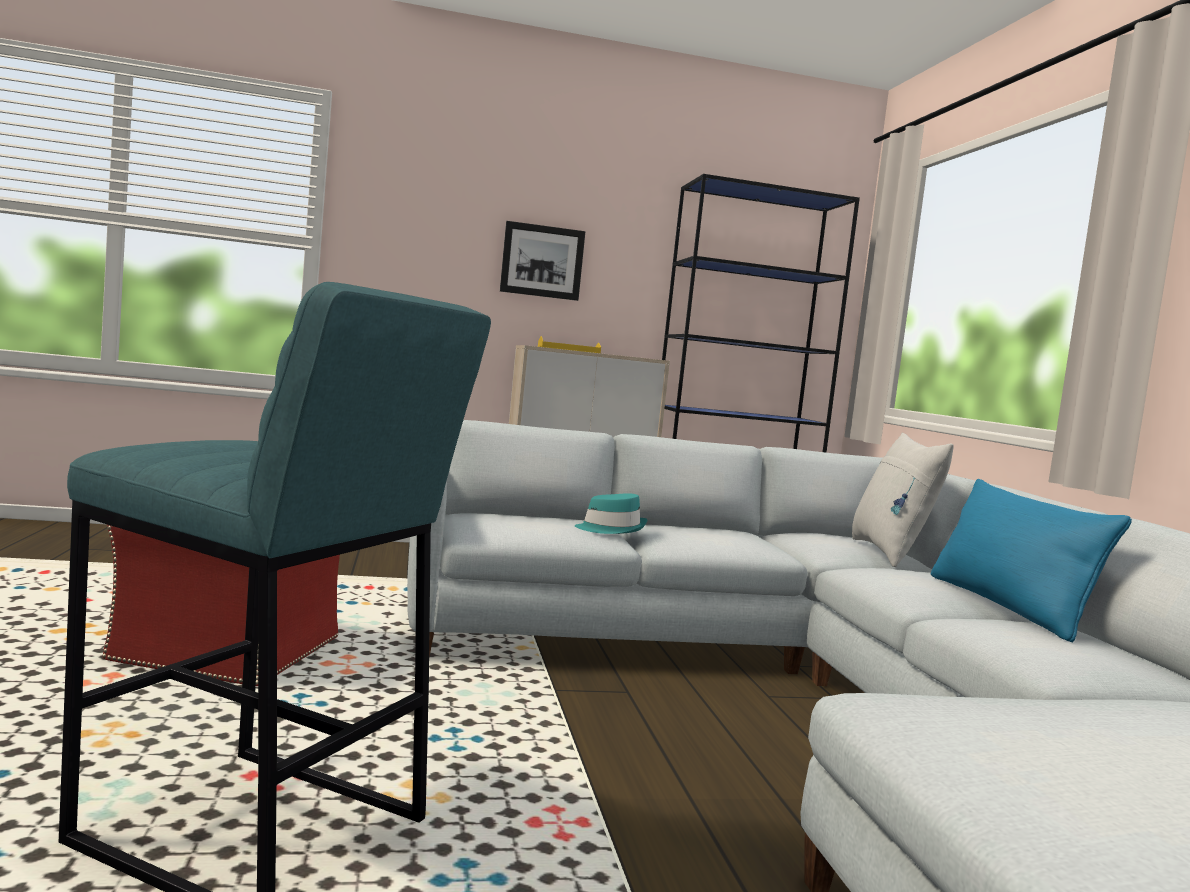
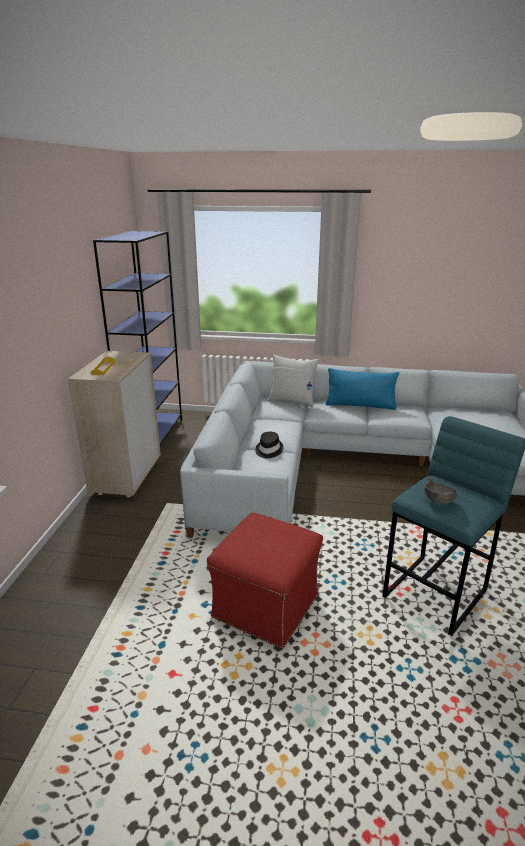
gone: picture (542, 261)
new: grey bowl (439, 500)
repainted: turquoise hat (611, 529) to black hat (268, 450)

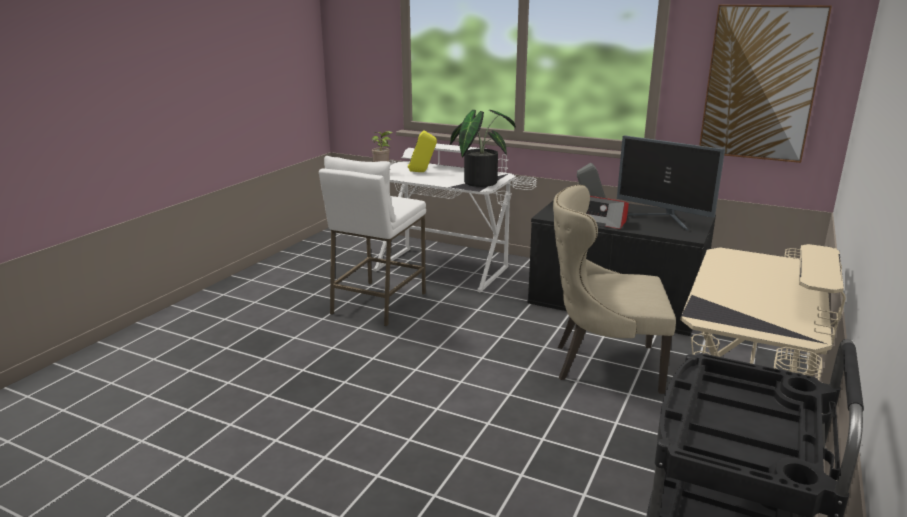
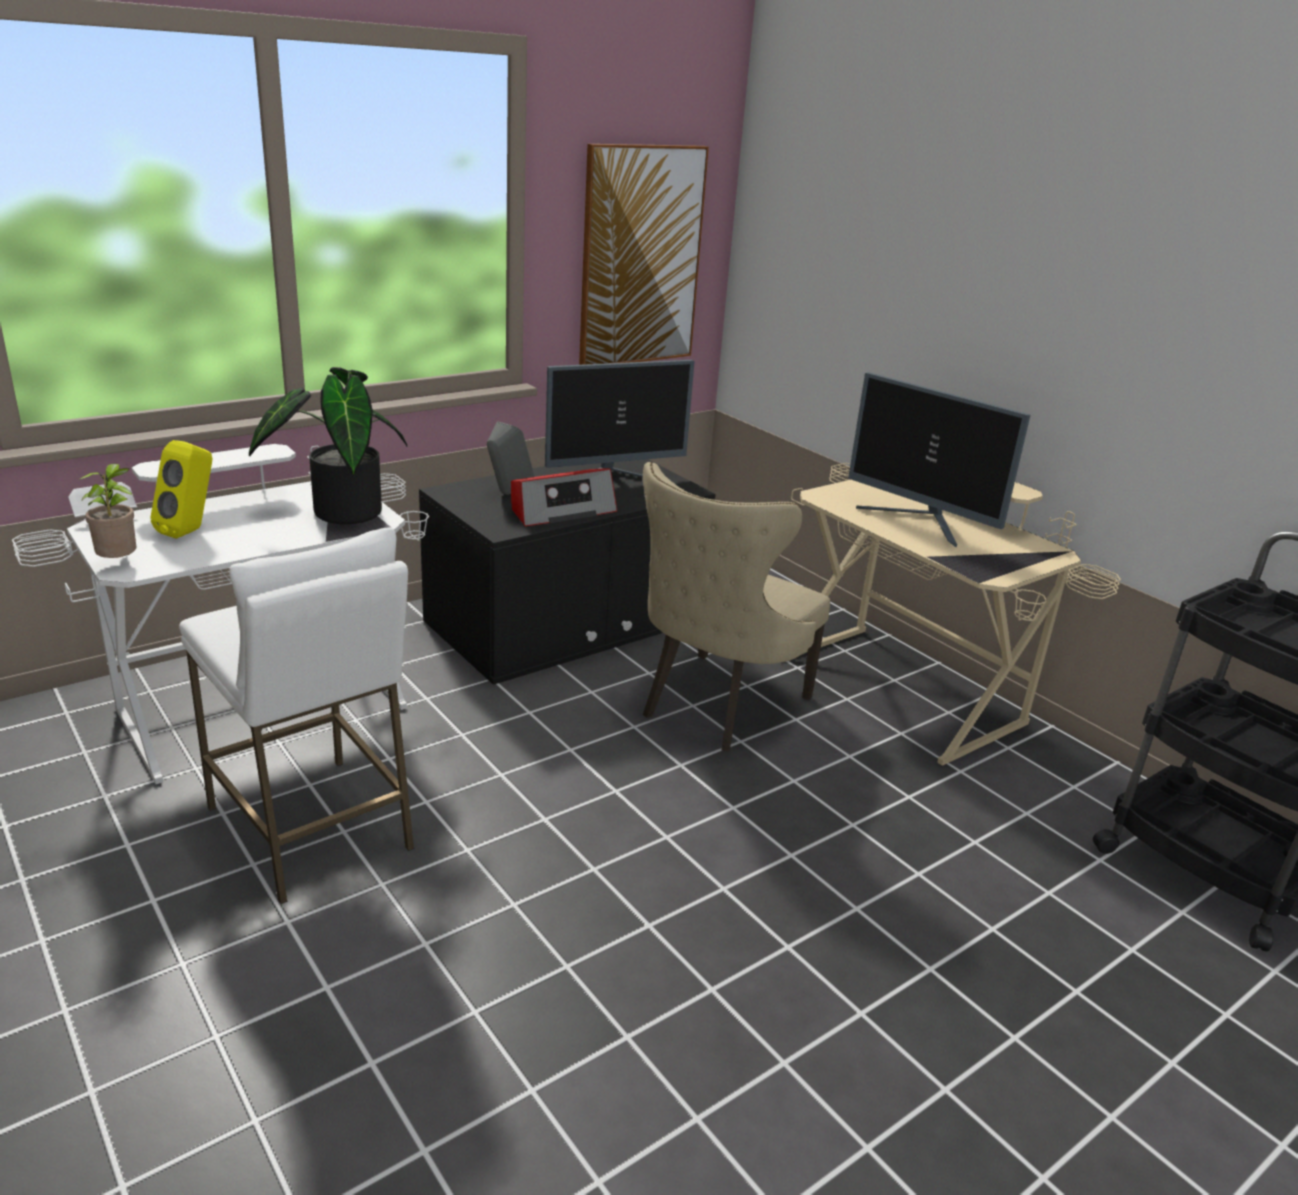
new: monitor (921, 523)

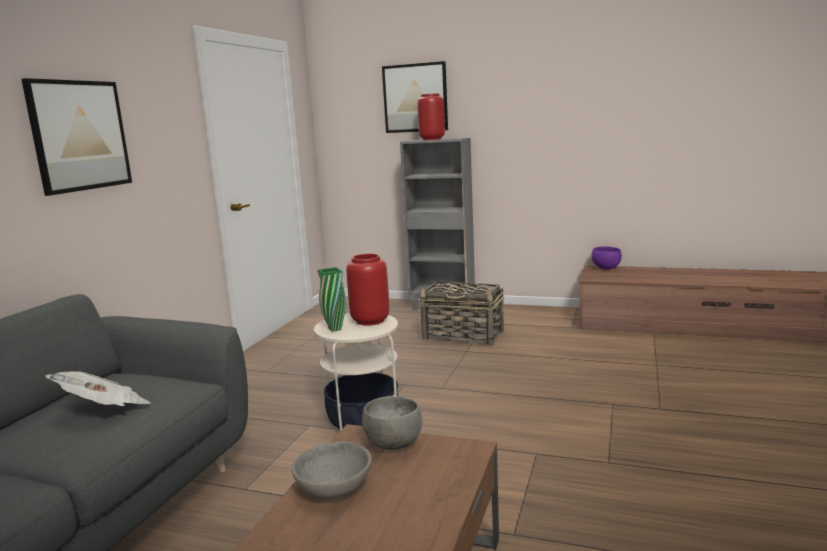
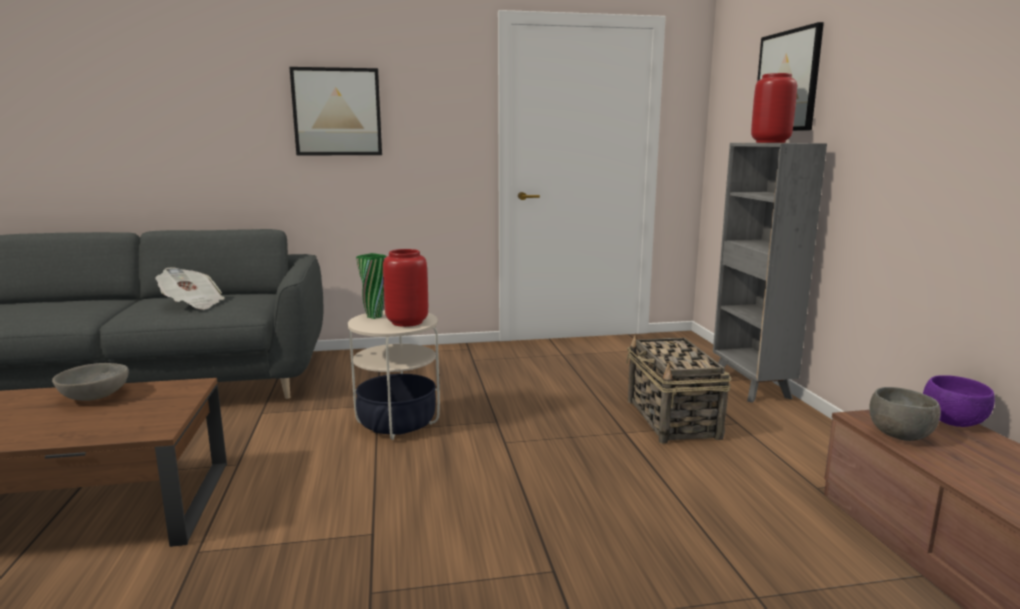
shifted: grey bowl (394, 445) to (900, 436)

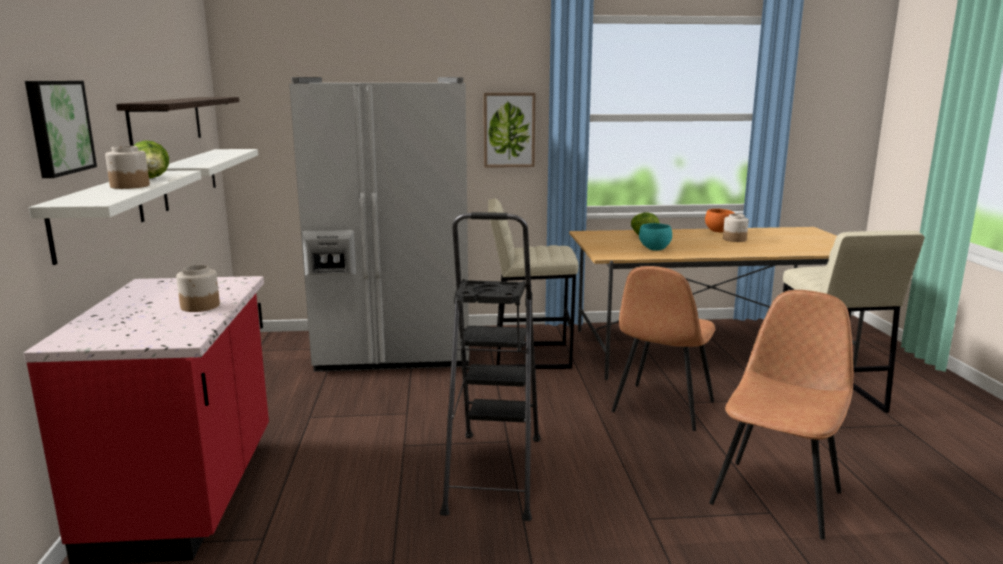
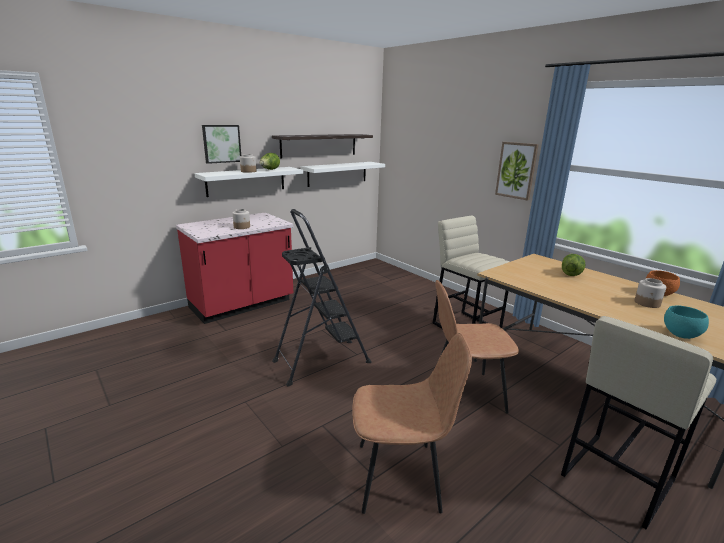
gone: white fridge (395, 350)
shifted: turquoise bowl (654, 249) to (680, 335)

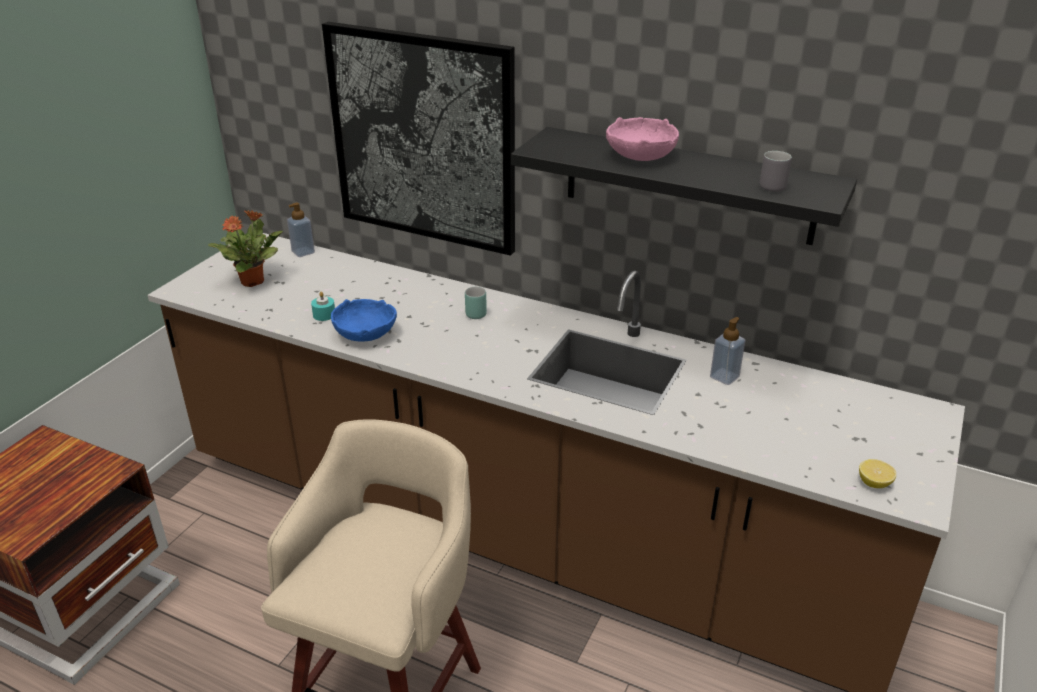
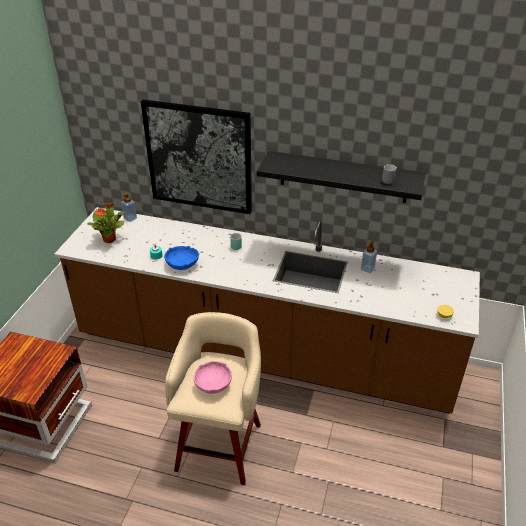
shifted: pink bowl (641, 156) to (214, 384)

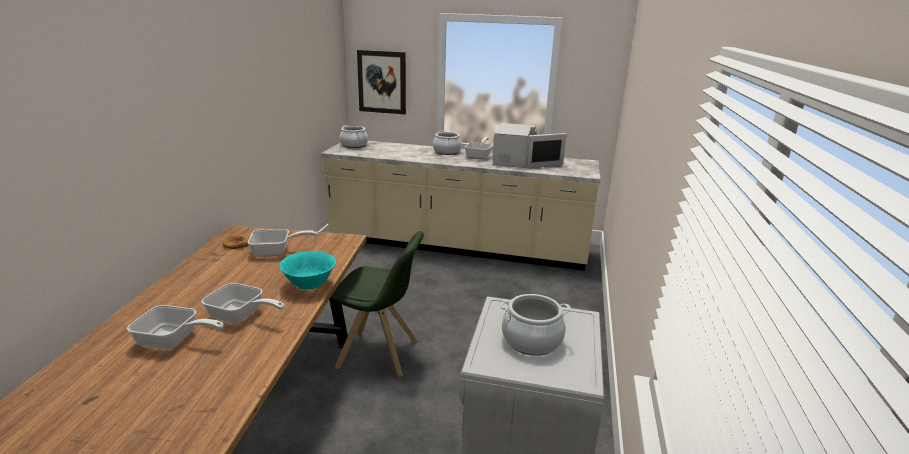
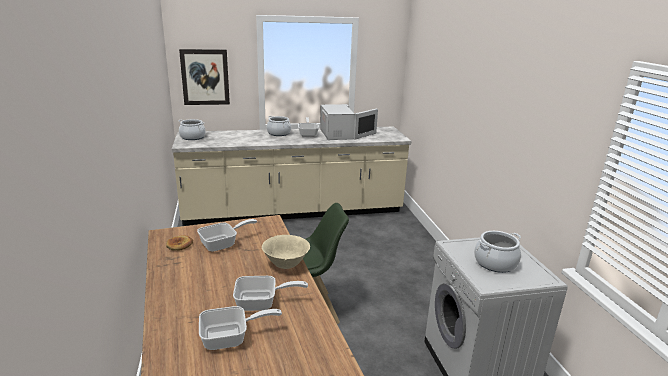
repainted: turquoise bowl (310, 286) to beige bowl (286, 265)

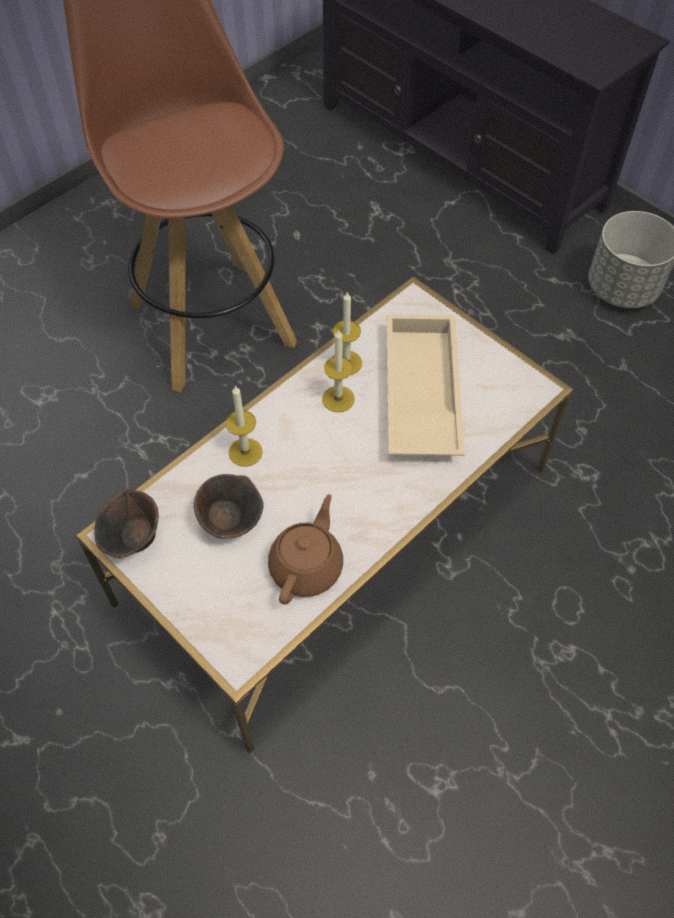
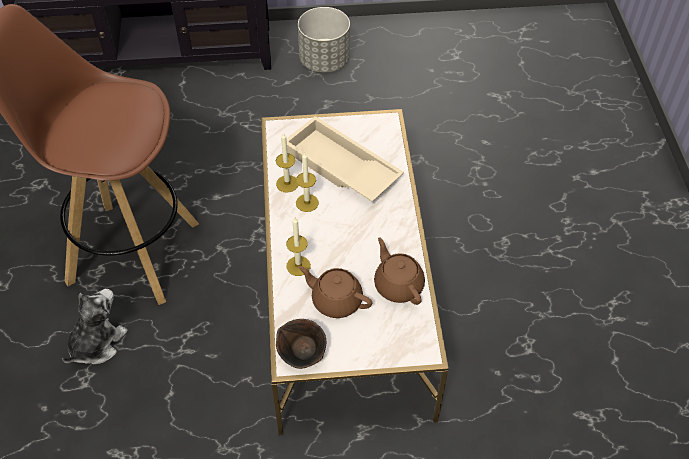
new: plush toy (97, 343)
swapped: brown bowl (231, 520) to brown teapot (336, 300)

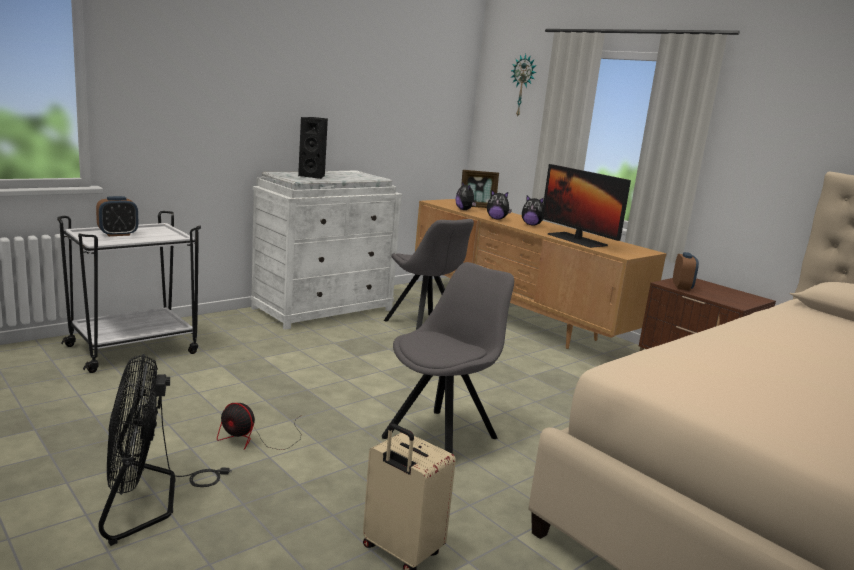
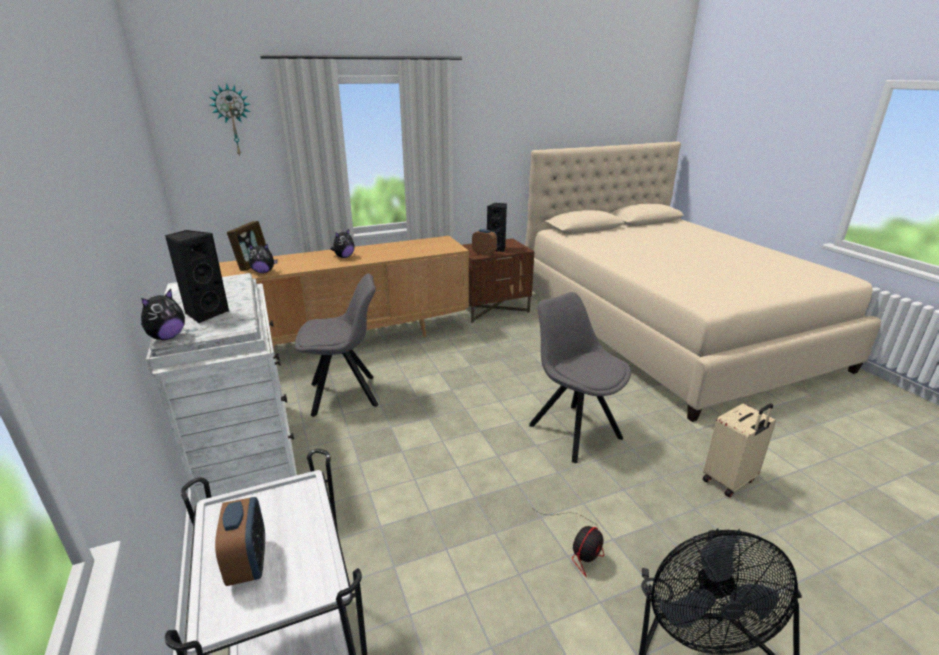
gone: monitor (576, 240)
new: black speaker (497, 249)
shifted: plush toy (496, 219) to (167, 337)

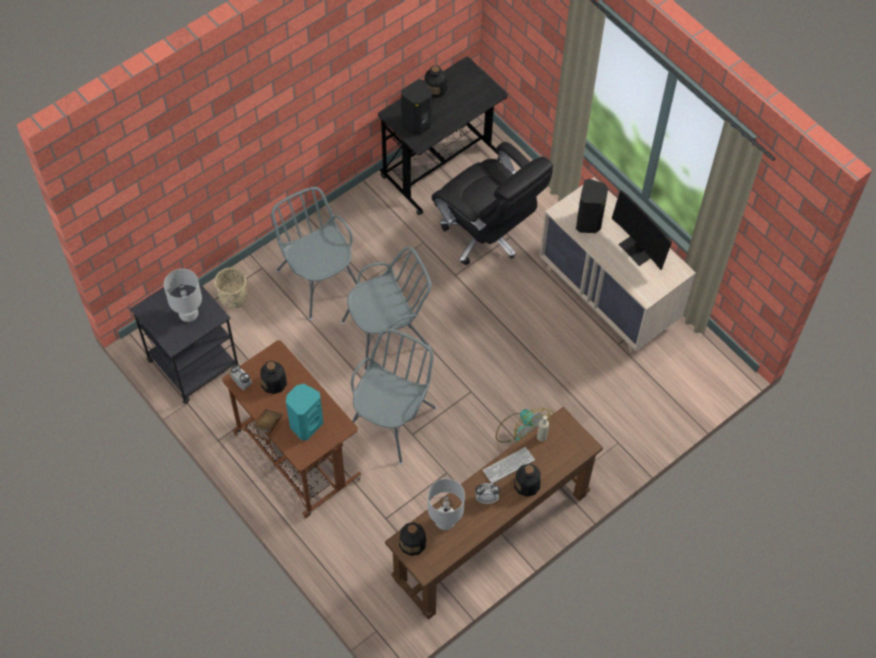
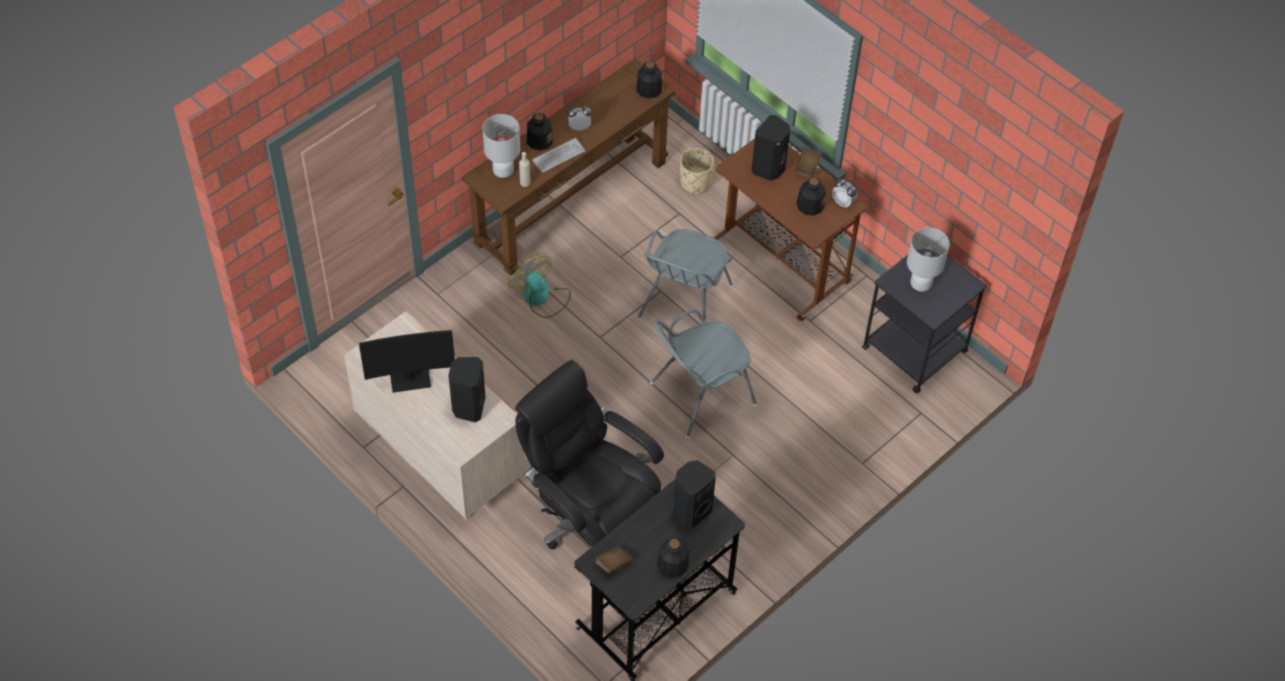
gone: grey chair (318, 278)
new: brown book (613, 564)
shifted: beige planter (233, 297) to (695, 183); grey table lamp (445, 520) to (502, 169)
repainted: turquoise speaker (305, 424) to black speaker (769, 169)
rotated: monitor (638, 249) = (410, 378) 120 degrees clockwise

